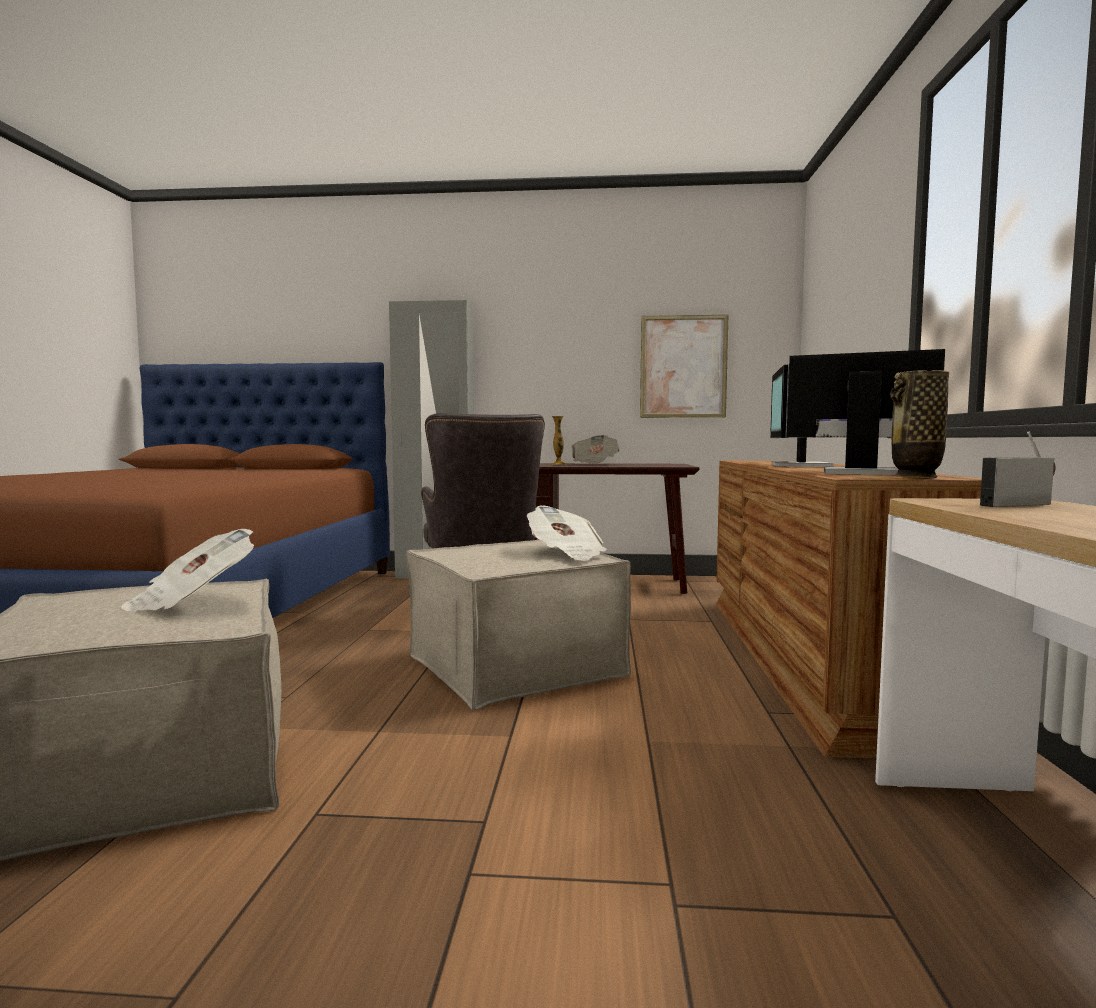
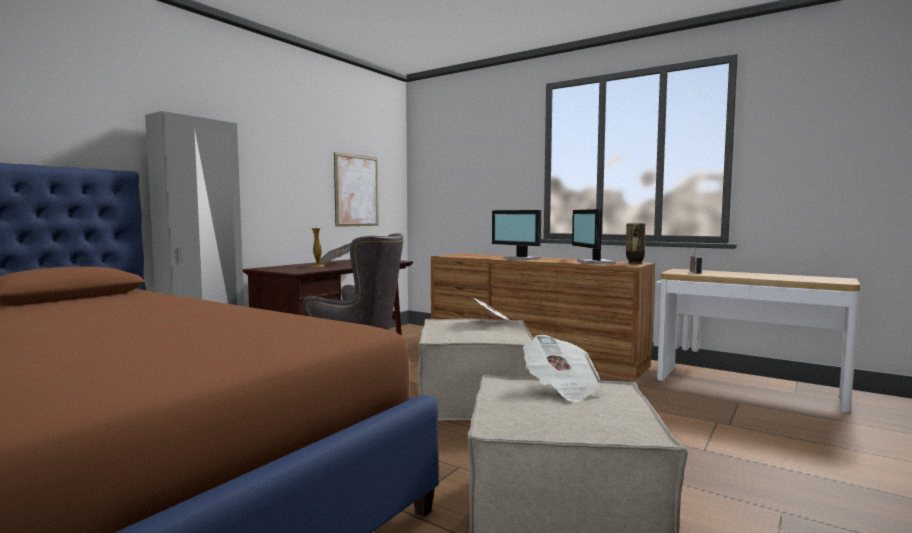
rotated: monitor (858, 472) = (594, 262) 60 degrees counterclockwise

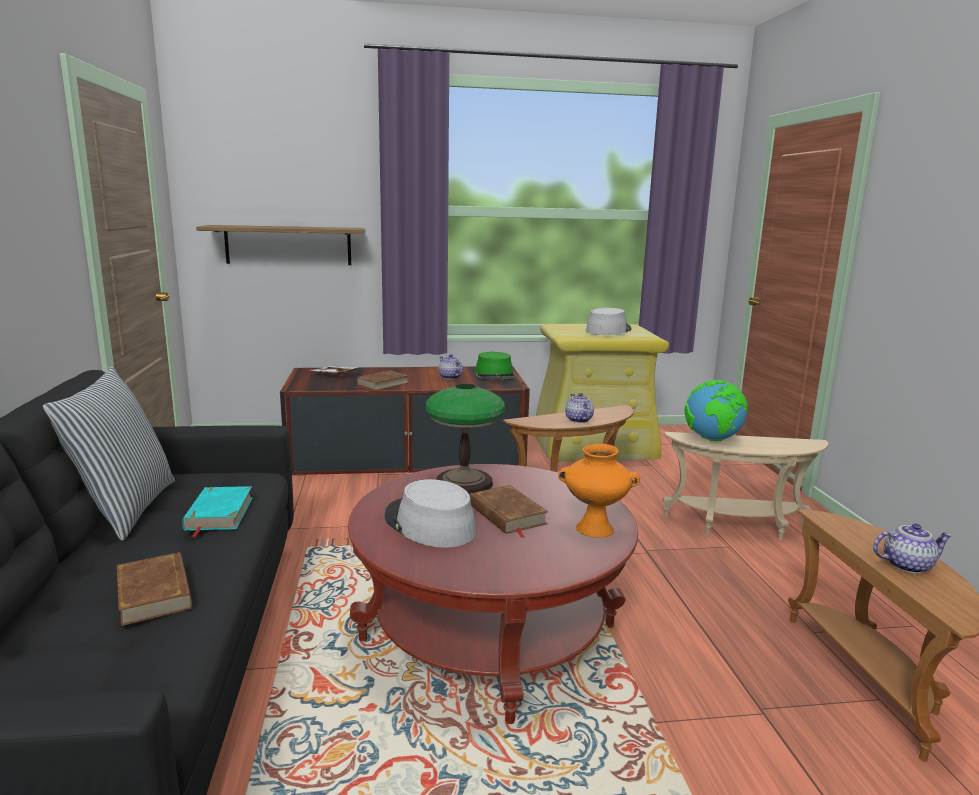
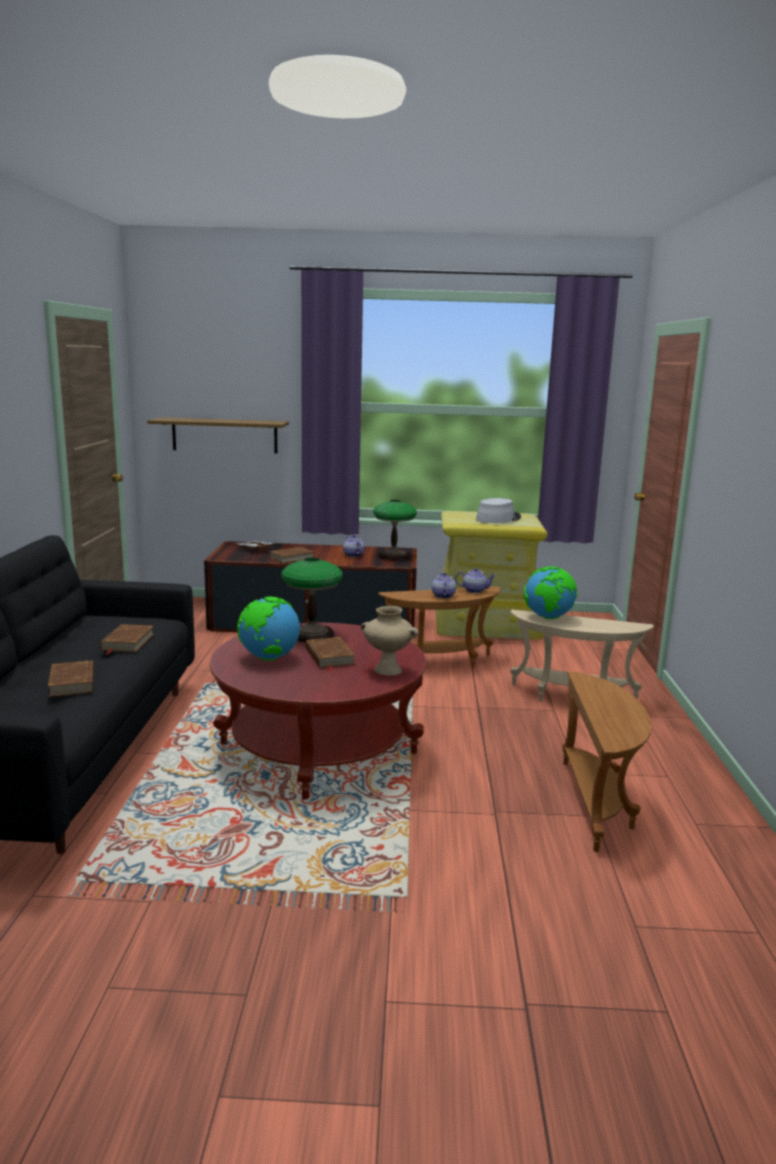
gone: pillow (125, 509)
shifted: teapot (907, 565) to (474, 590)
swapped: green hat (495, 376) to table lamp (394, 556); grey hat (429, 524) to globe (269, 658)
repainted: orange vase (593, 530) to beige vase (387, 670); turquoise book (219, 513) to brown book (127, 642)

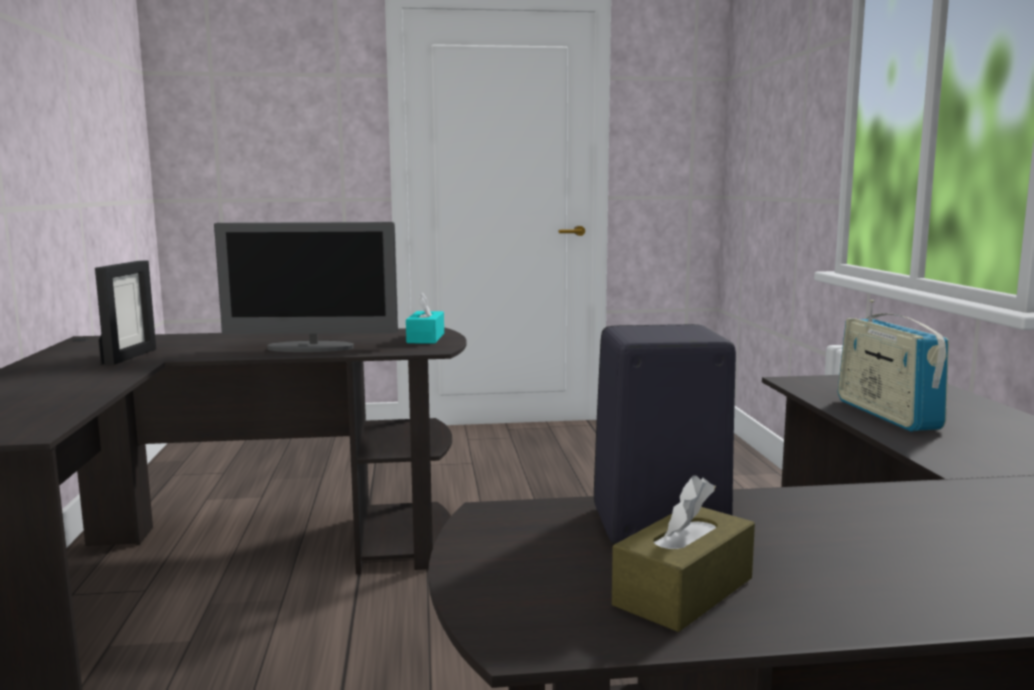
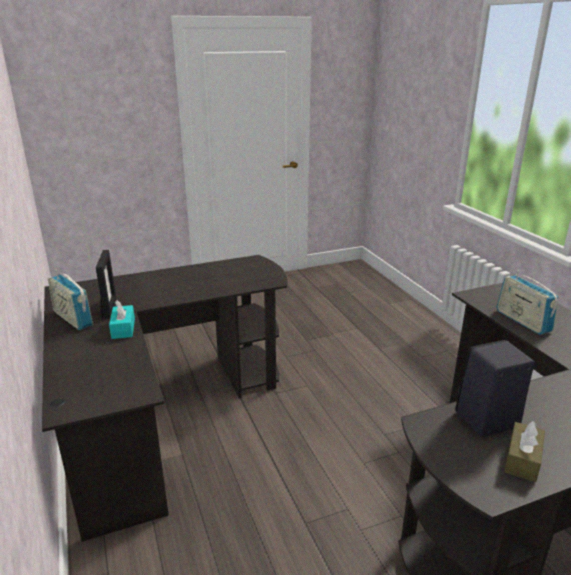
gone: monitor (311, 348)
new: radio (73, 319)
shifted: turquoise tissue box (425, 338) to (123, 328)

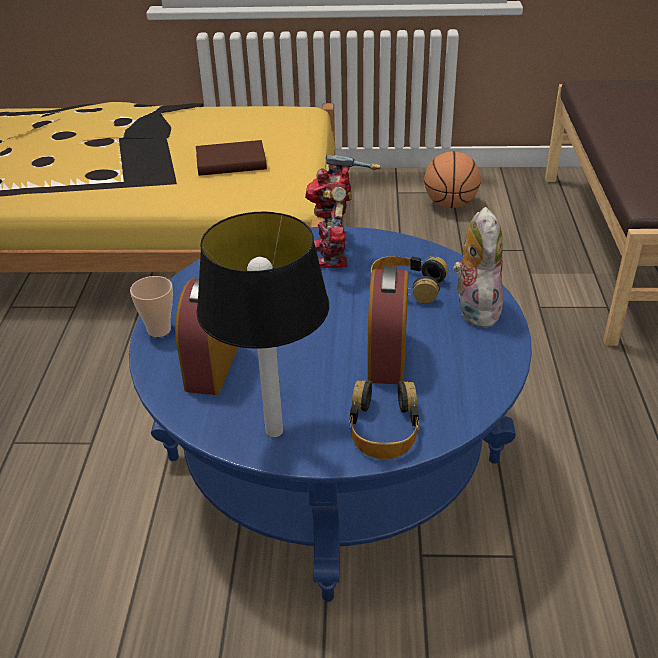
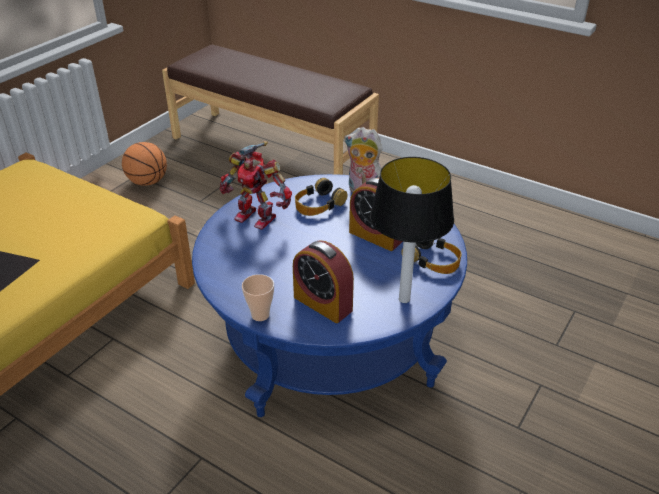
gone: brown book (231, 163)

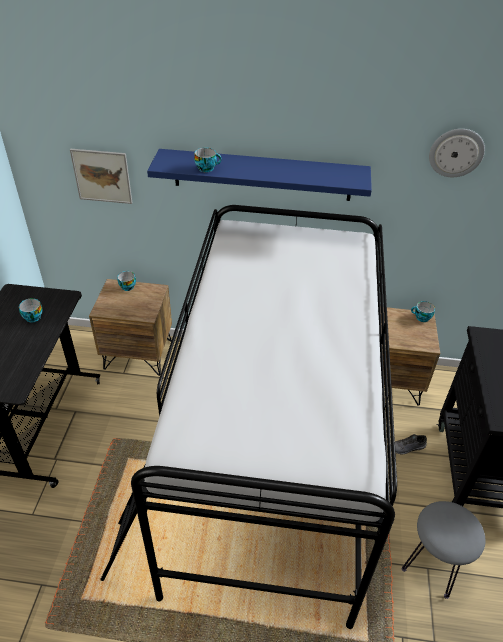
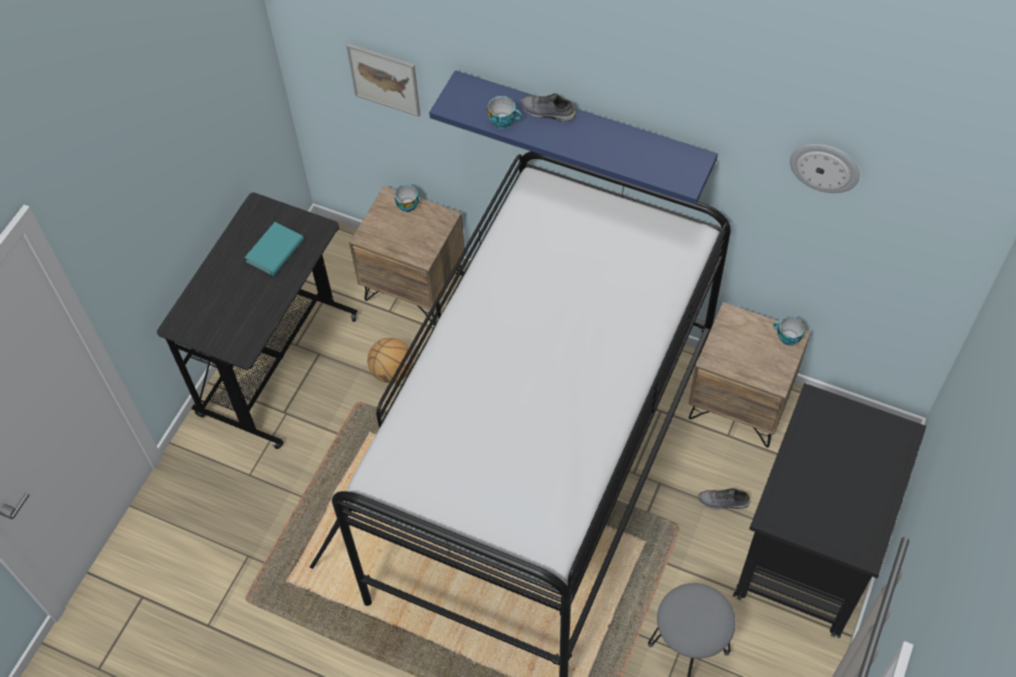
new: grey shoe (547, 112); basketball (392, 371)
swapped: cup (32, 317) to turquoise book (275, 251)

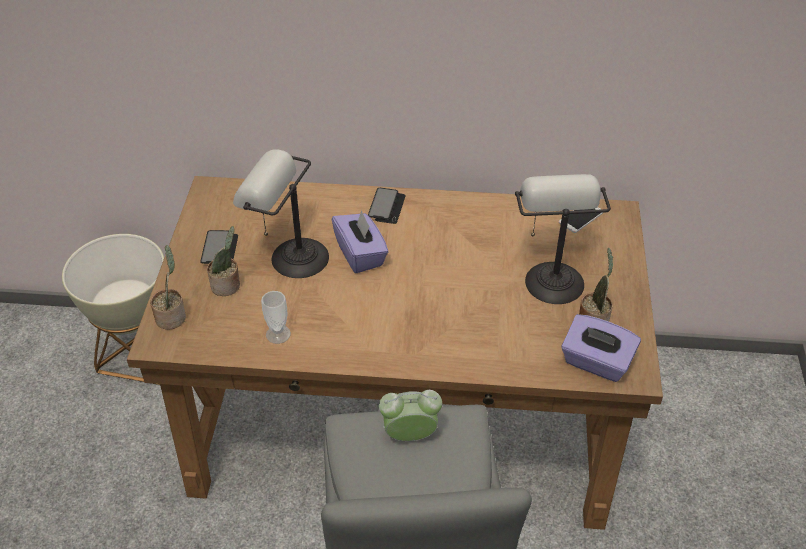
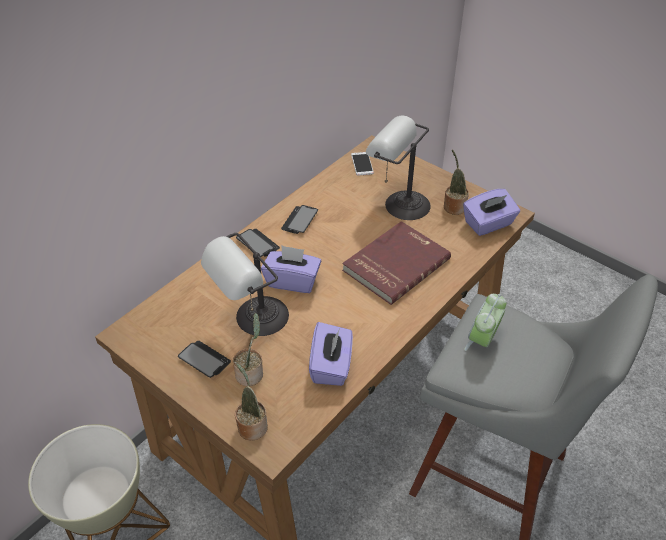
new: phone (299, 220); red book (394, 264)
swapped: cup (278, 334) to purple tissue box (331, 366)

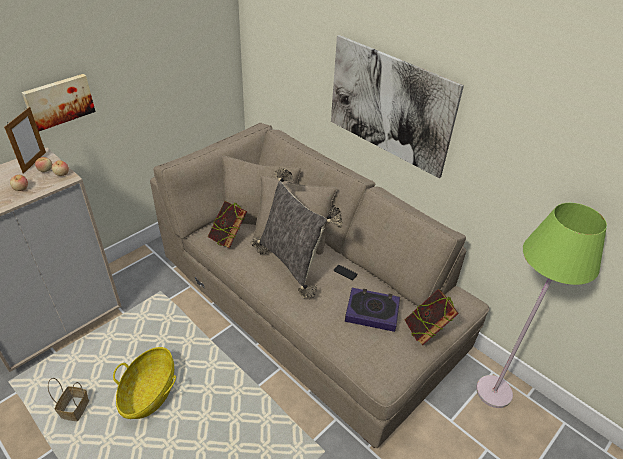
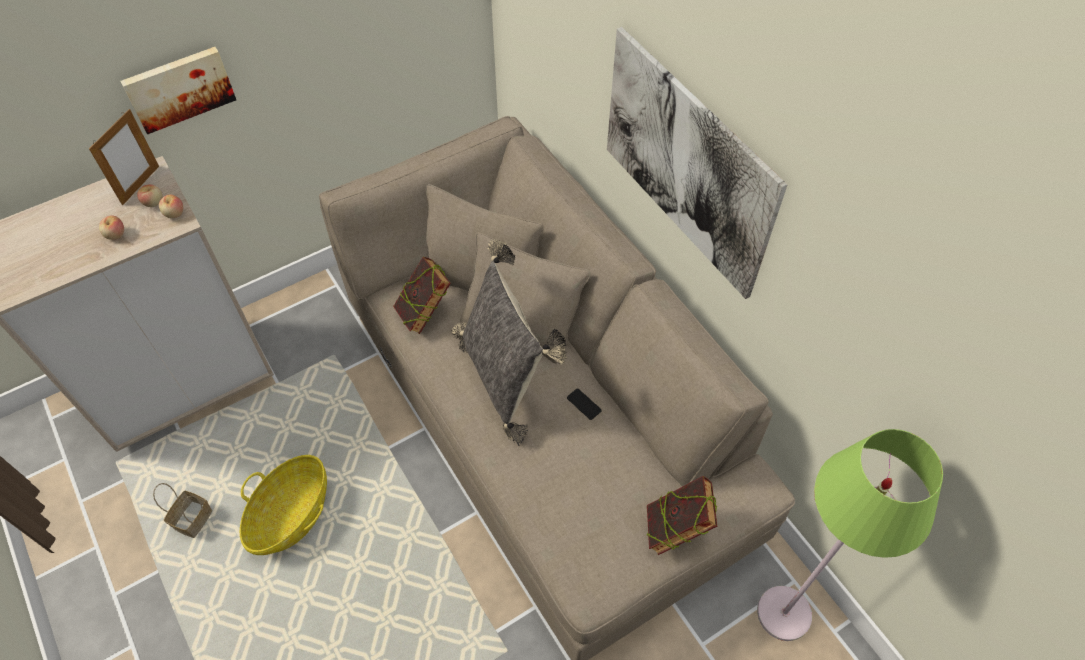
gone: book (372, 312)

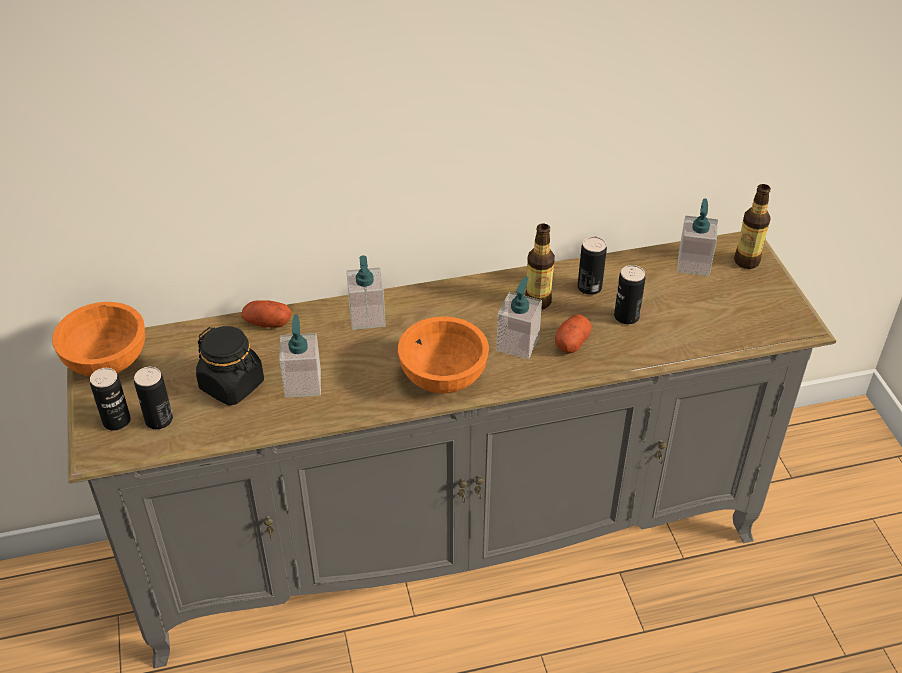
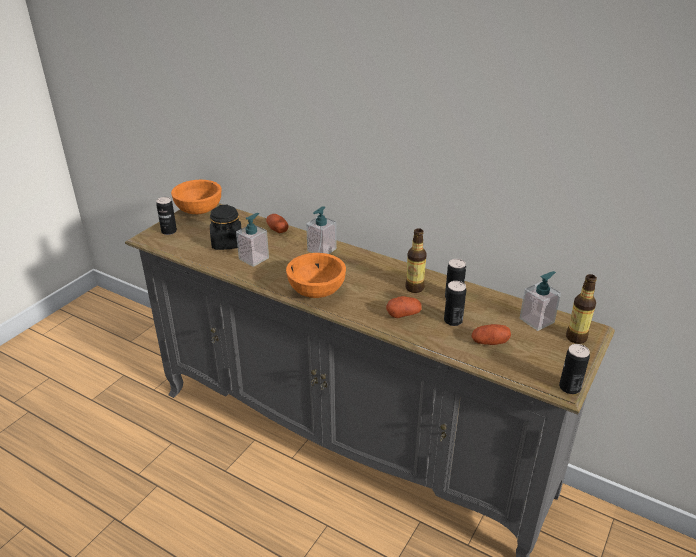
gone: soap dispenser (518, 344)
new: potato (489, 342)
shifted: can (159, 420) to (569, 387)

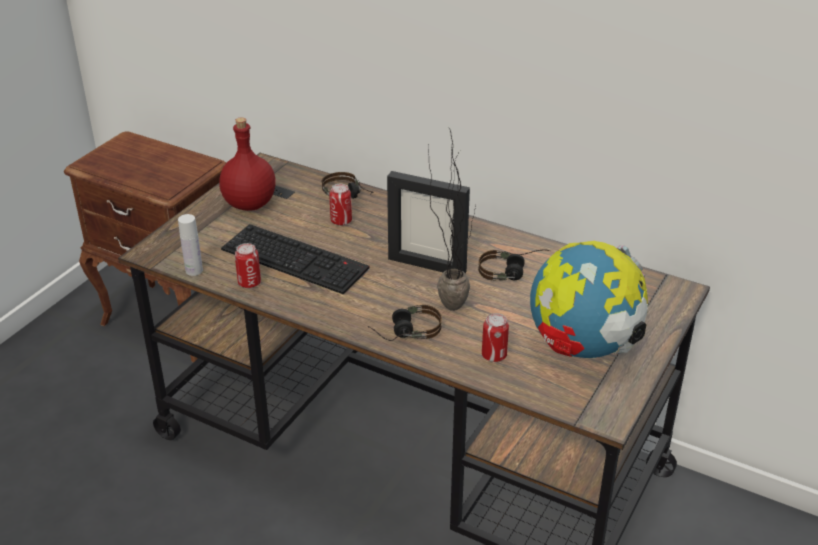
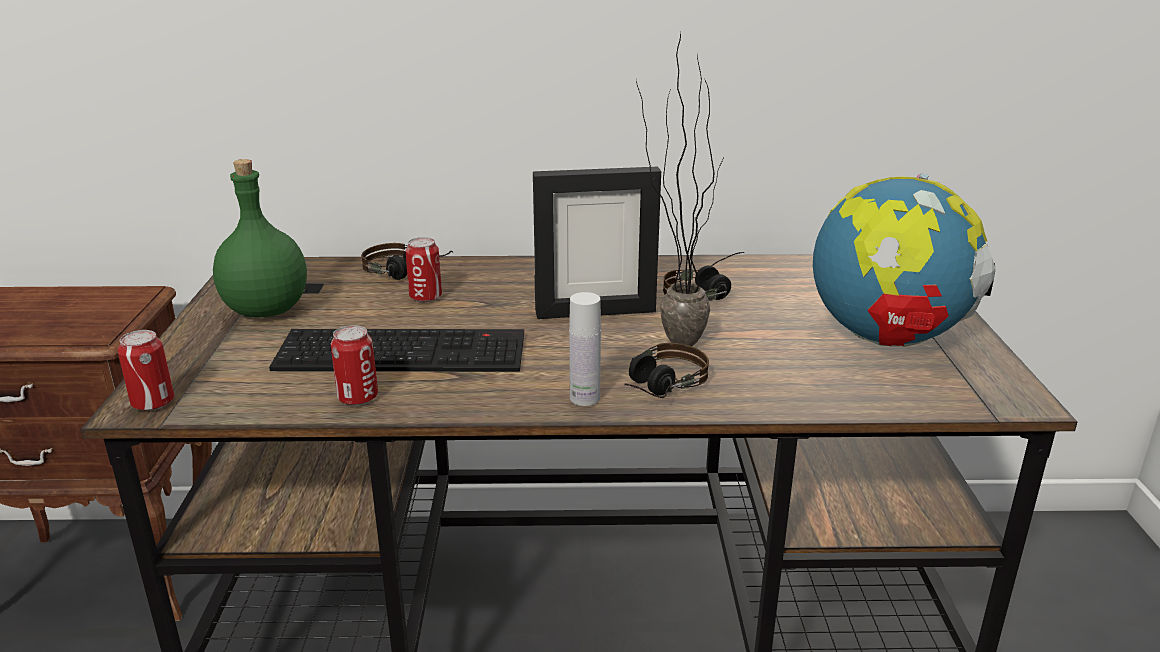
shifted: white bottle (194, 270) to (584, 398); can (494, 355) to (153, 403)
repainted: red bottle (249, 204) to green bottle (266, 311)

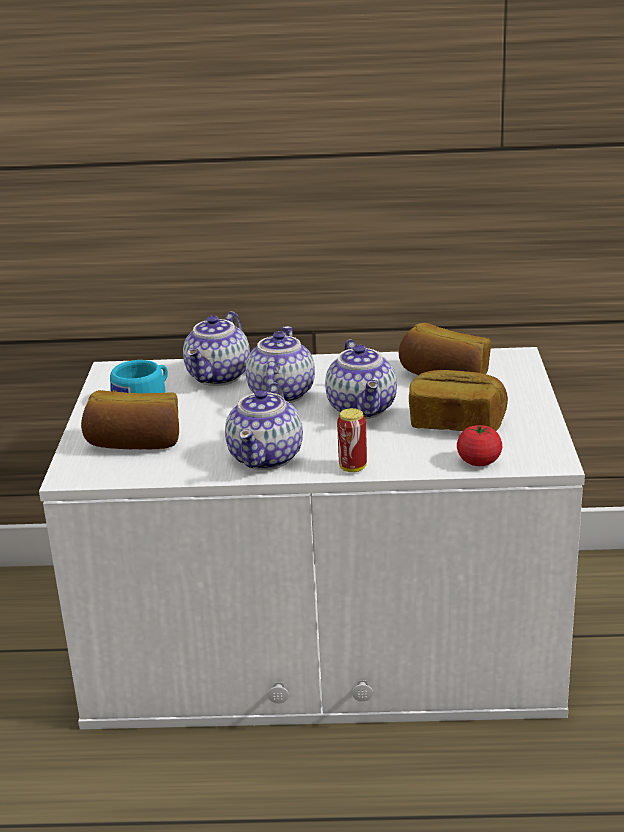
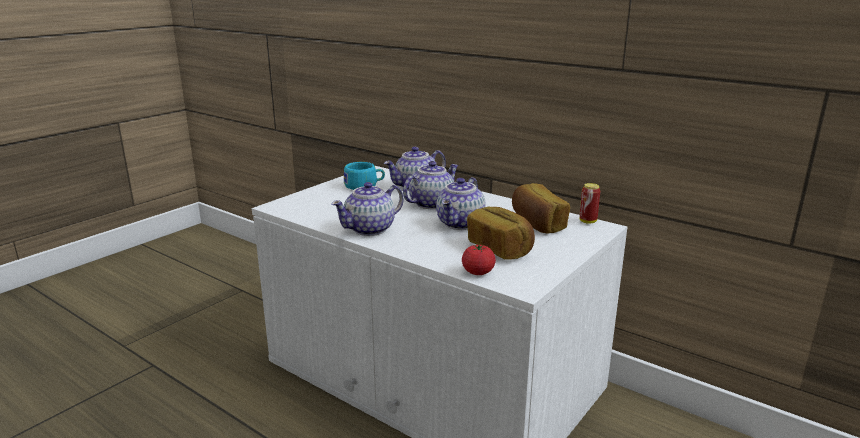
gone: bread (135, 443)
shifted: can (353, 468) to (587, 221)

